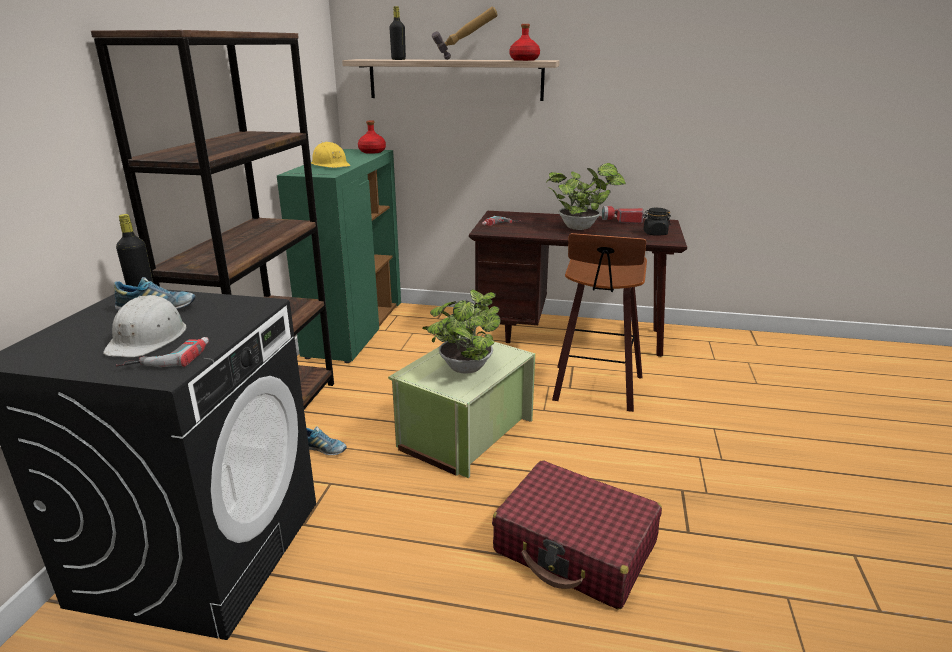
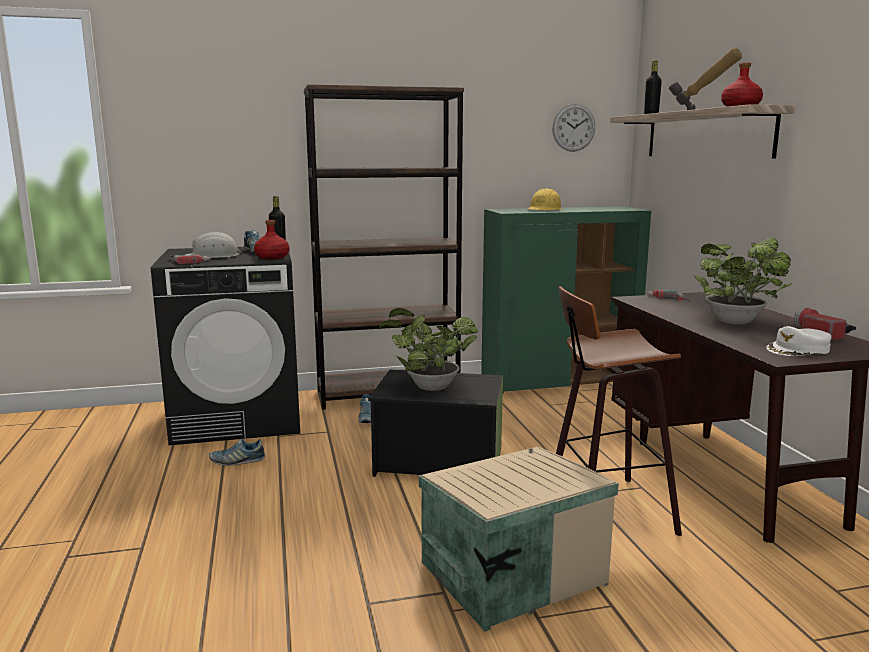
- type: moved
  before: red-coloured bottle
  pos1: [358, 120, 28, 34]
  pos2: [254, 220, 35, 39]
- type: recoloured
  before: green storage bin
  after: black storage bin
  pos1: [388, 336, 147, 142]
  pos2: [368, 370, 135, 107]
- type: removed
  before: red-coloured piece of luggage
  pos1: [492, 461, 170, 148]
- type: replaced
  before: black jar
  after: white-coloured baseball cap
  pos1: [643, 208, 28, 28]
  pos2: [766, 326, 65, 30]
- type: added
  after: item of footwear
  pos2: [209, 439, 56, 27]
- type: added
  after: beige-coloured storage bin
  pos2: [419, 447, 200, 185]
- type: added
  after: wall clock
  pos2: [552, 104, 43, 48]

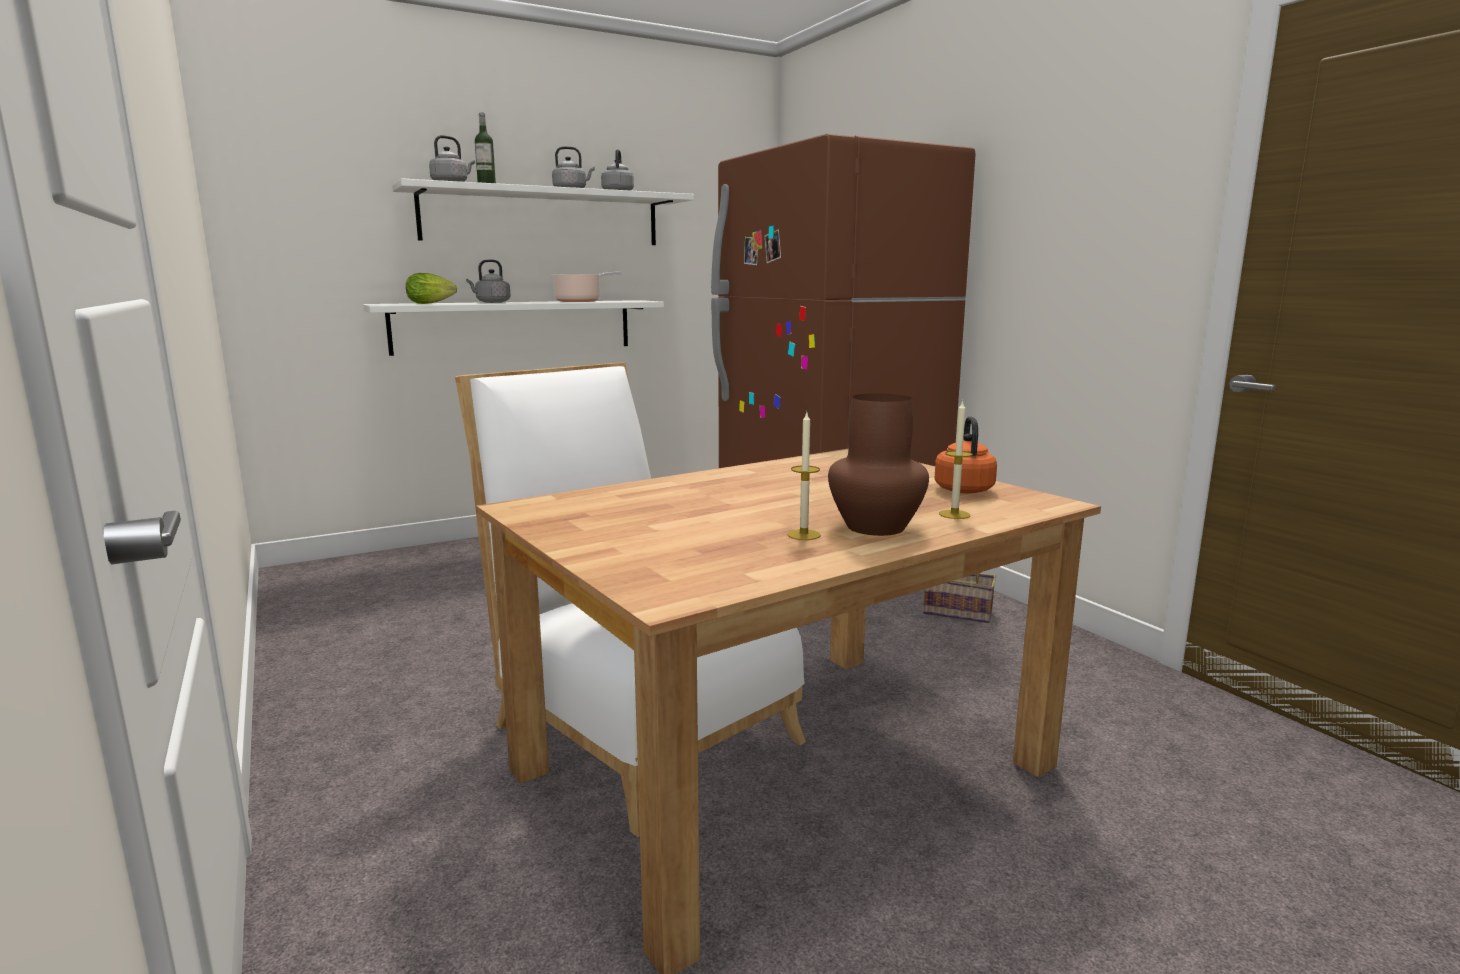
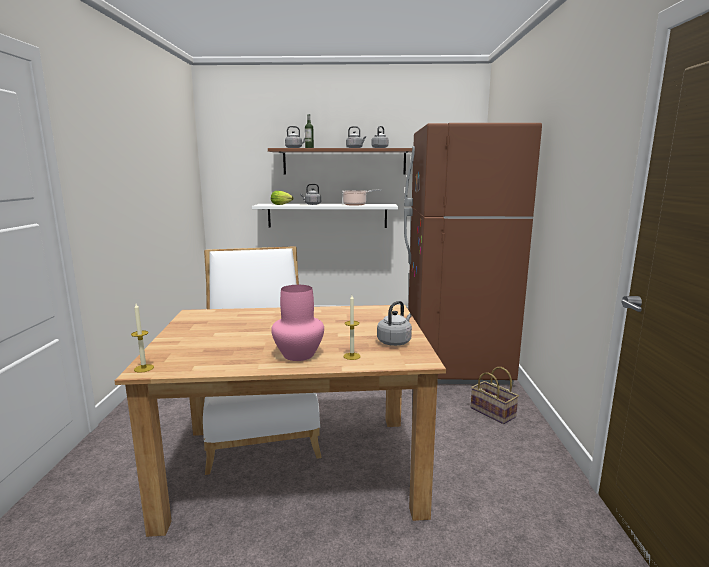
- type: recoloured
  before: white-coloured bracket shelf
  after: brownish bracket shelf
  pos1: [392, 178, 302, 67]
  pos2: [268, 148, 144, 27]
- type: moved
  before: wax light
  pos1: [787, 413, 34, 127]
  pos2: [131, 304, 23, 69]
- type: recoloured
  before: brownish vase
  after: pink vase
  pos1: [828, 393, 101, 143]
  pos2: [271, 285, 53, 76]
- type: recoloured
  before: orangey water kettle
  after: grey water kettle
  pos1: [934, 416, 63, 78]
  pos2: [377, 301, 35, 45]

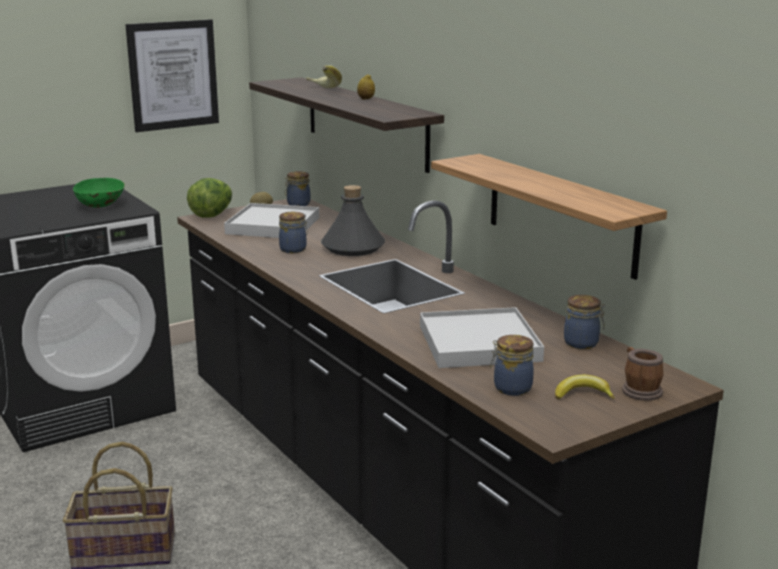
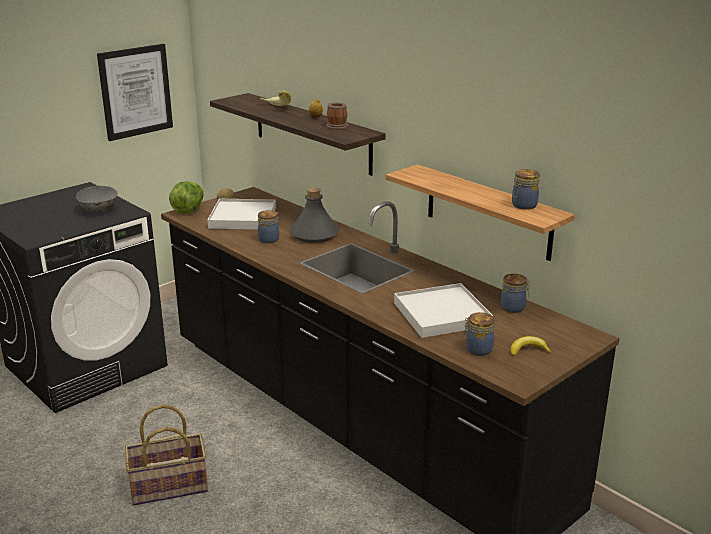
- type: recoloured
  before: green serving bowl
  after: grey serving bowl
  pos1: [73, 178, 52, 30]
  pos2: [76, 186, 42, 27]
- type: moved
  before: jar
  pos1: [285, 171, 26, 35]
  pos2: [512, 169, 28, 41]
- type: moved
  before: coffee mug
  pos1: [622, 347, 42, 54]
  pos2: [326, 102, 23, 28]

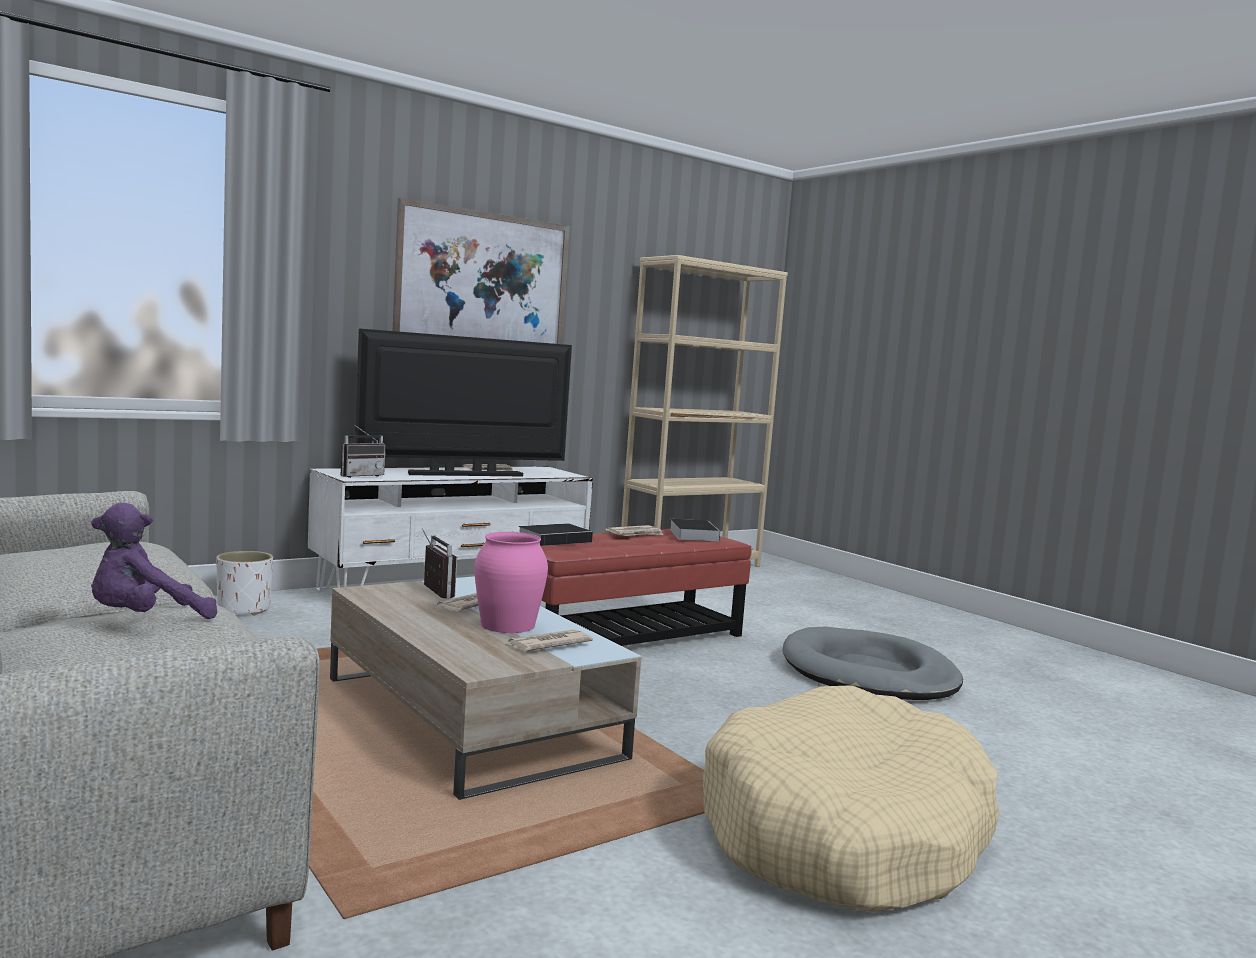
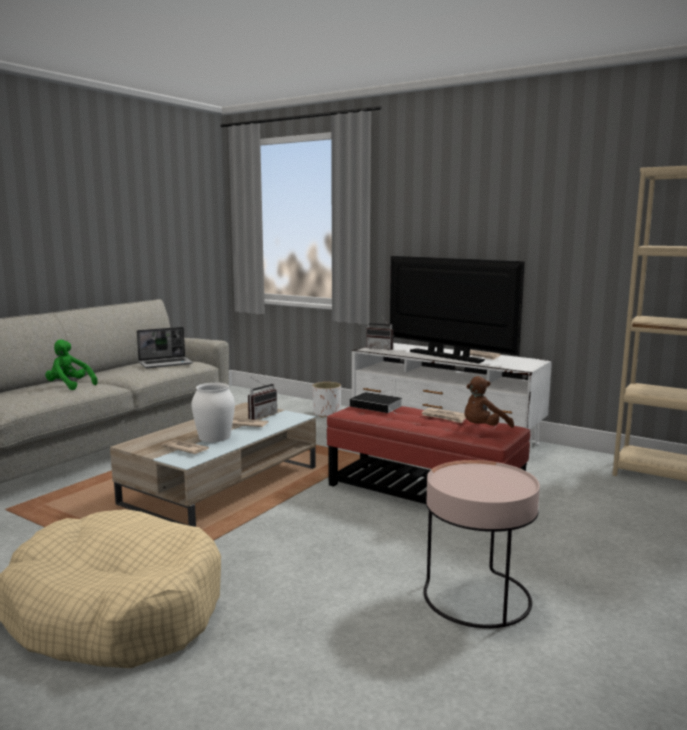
- type: recoloured
  before: purple-coloured soft toy
  after: green soft toy
  pos1: [91, 502, 126, 117]
  pos2: [45, 339, 53, 51]
- type: removed
  before: wall picture
  pos1: [393, 198, 177, 146]
- type: recoloured
  before: pink vase
  after: white-coloured vase
  pos1: [474, 532, 74, 101]
  pos2: [191, 383, 44, 59]
- type: replaced
  before: bound book
  after: brownish soft toy
  pos1: [670, 519, 50, 22]
  pos2: [465, 376, 49, 52]
- type: replaced
  before: grey dog cushion
  after: pink end table
  pos1: [783, 626, 180, 74]
  pos2: [423, 460, 117, 168]
- type: added
  after: notebook computer
  pos2: [137, 327, 56, 41]

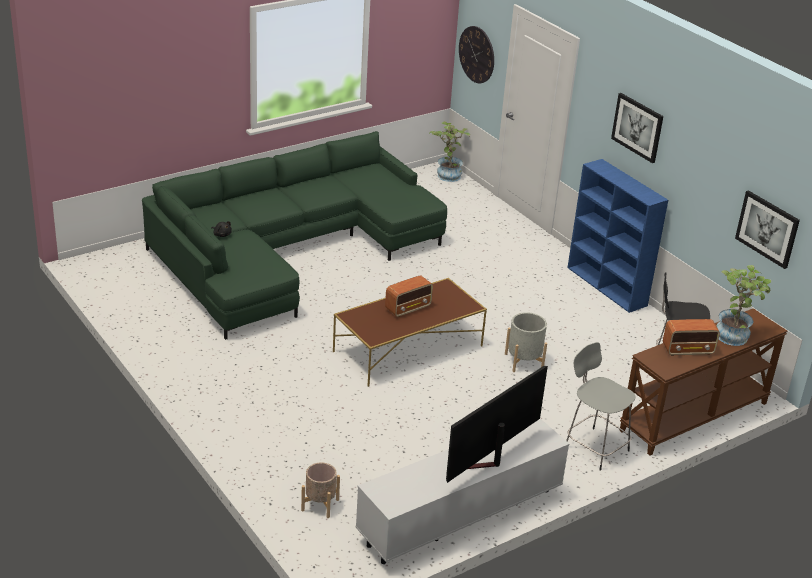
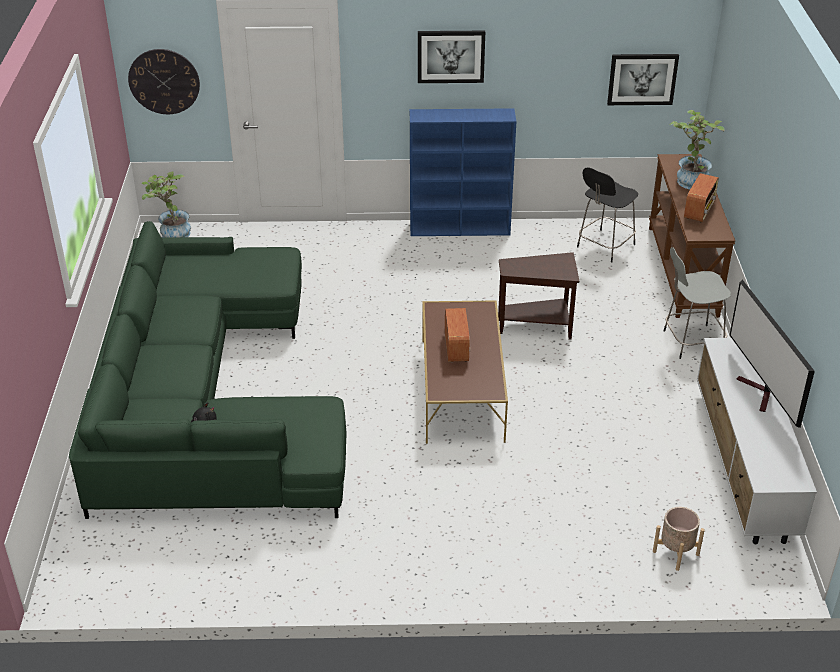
- type: replaced
  before: grey plant pot
  after: brownish end table
  pos1: [505, 312, 42, 60]
  pos2: [498, 252, 81, 88]

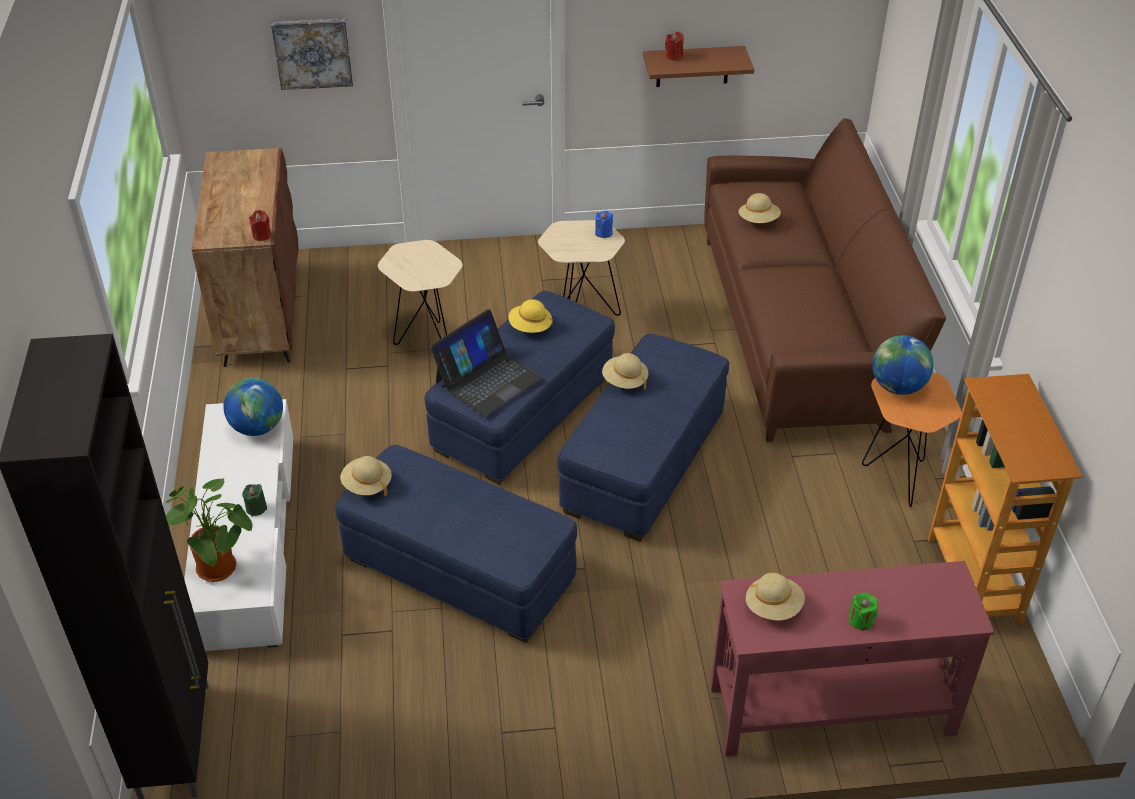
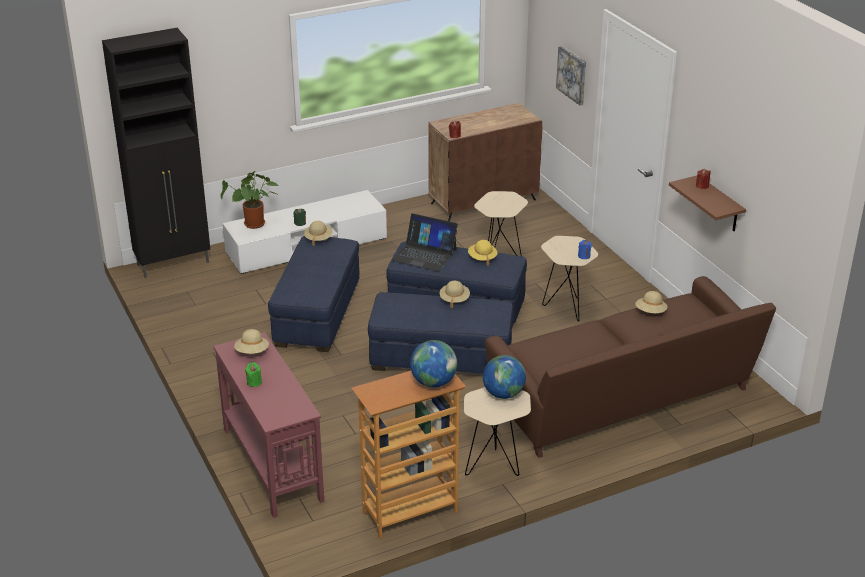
- type: moved
  before: desk globe
  pos1: [223, 378, 60, 58]
  pos2: [410, 340, 47, 47]
- type: recoloured
  before: orangey end table
  after: beige-coloured end table
  pos1: [862, 372, 99, 135]
  pos2: [464, 387, 67, 89]

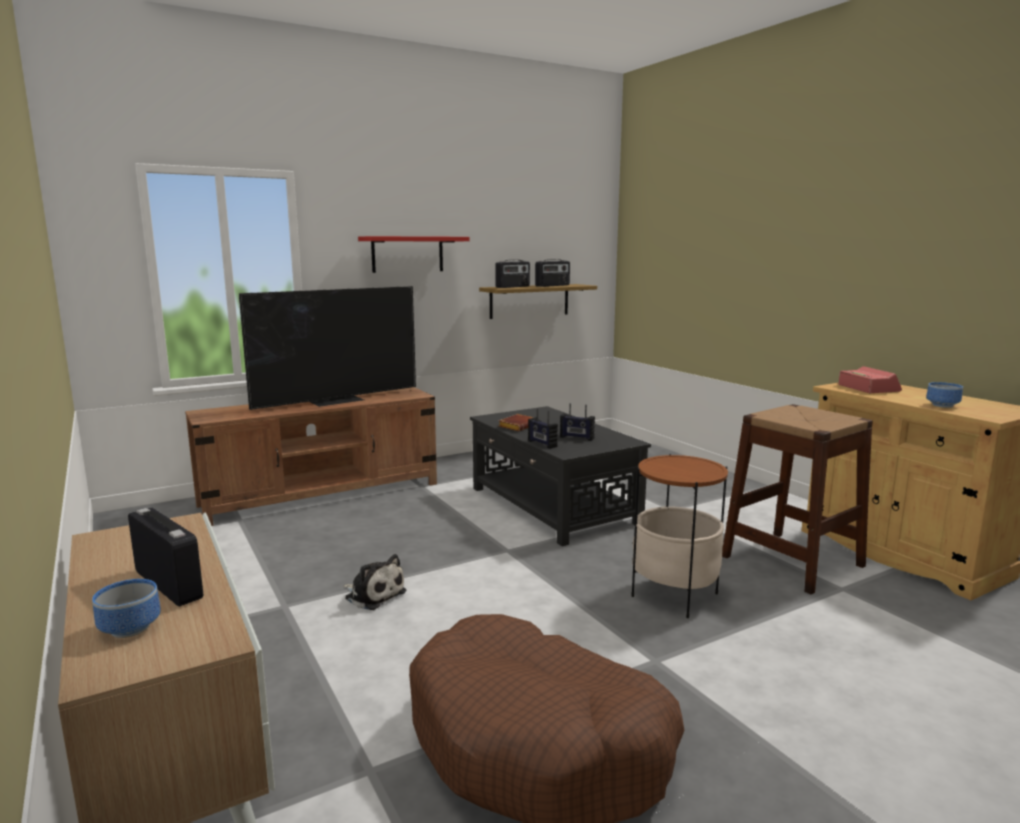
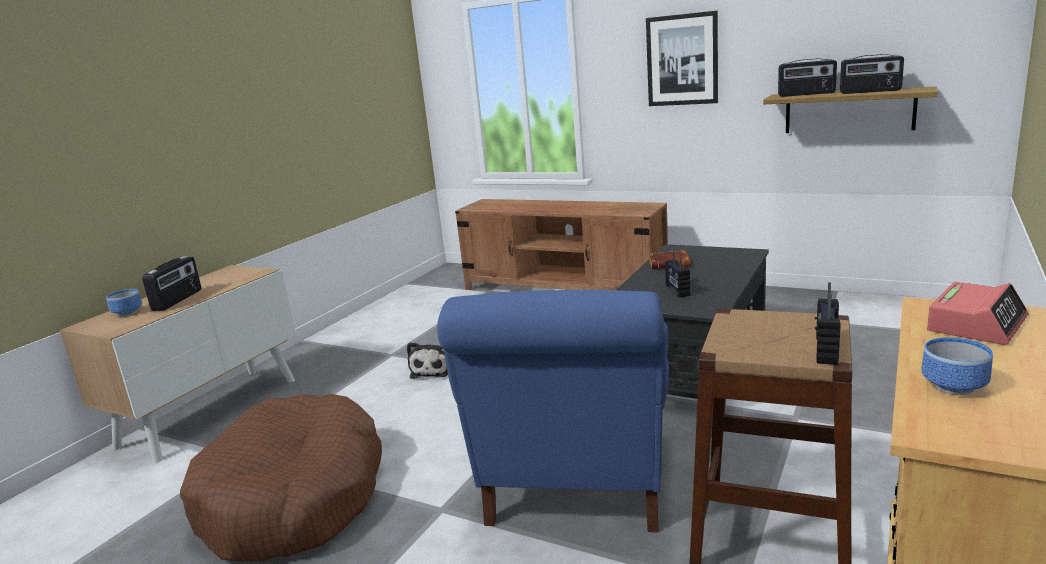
- type: removed
  before: TV set
  pos1: [239, 286, 177, 124]
- type: replaced
  before: red-coloured bracket shelf
  after: wall picture
  pos1: [358, 236, 112, 37]
  pos2: [646, 11, 72, 95]
- type: moved
  before: radio receiver
  pos1: [528, 408, 30, 41]
  pos2: [815, 282, 26, 83]
- type: replaced
  before: end table
  after: bluish easy chair
  pos1: [631, 454, 97, 164]
  pos2: [437, 290, 232, 242]

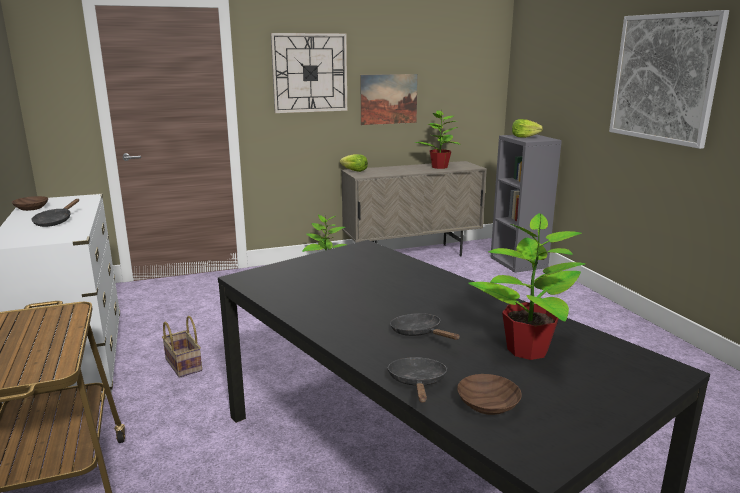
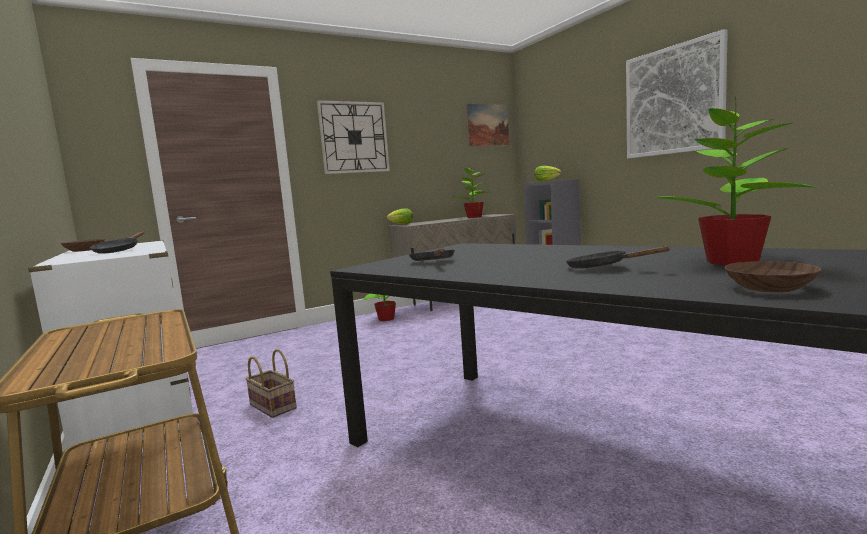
- type: moved
  before: wall picture
  pos1: [361, 74, 57, 51]
  pos2: [467, 104, 42, 42]
- type: moved
  before: black skillet
  pos1: [387, 357, 61, 46]
  pos2: [409, 249, 46, 12]

